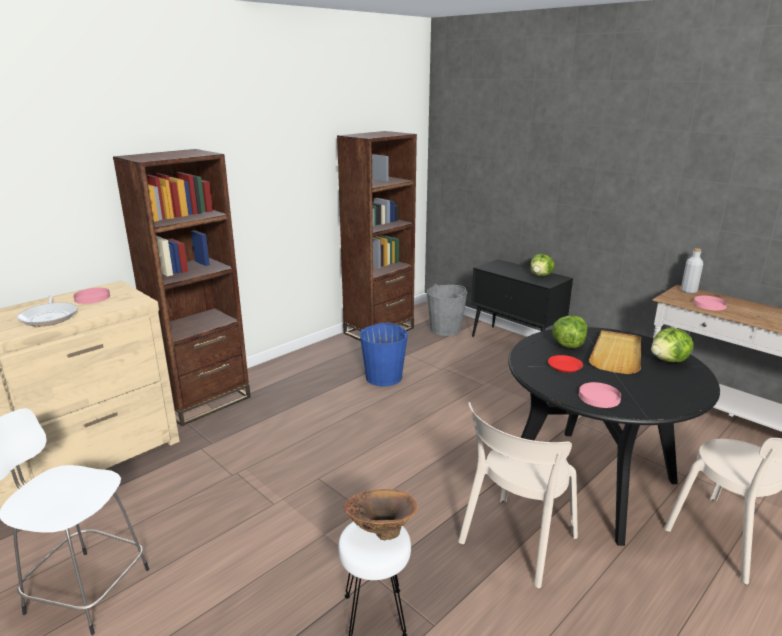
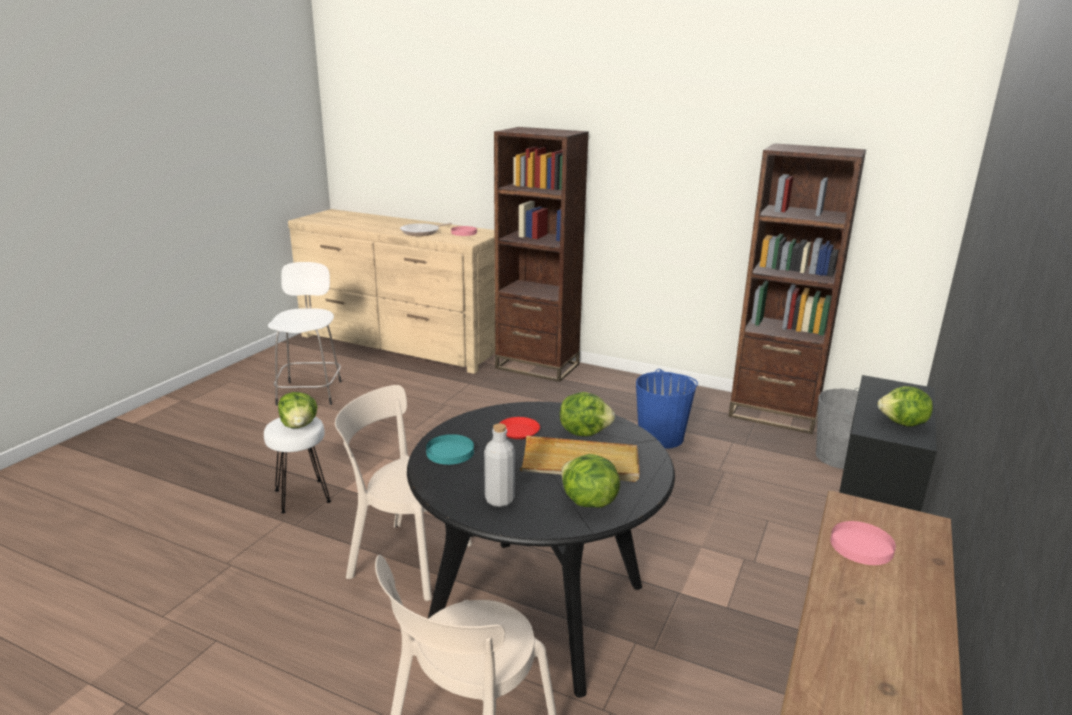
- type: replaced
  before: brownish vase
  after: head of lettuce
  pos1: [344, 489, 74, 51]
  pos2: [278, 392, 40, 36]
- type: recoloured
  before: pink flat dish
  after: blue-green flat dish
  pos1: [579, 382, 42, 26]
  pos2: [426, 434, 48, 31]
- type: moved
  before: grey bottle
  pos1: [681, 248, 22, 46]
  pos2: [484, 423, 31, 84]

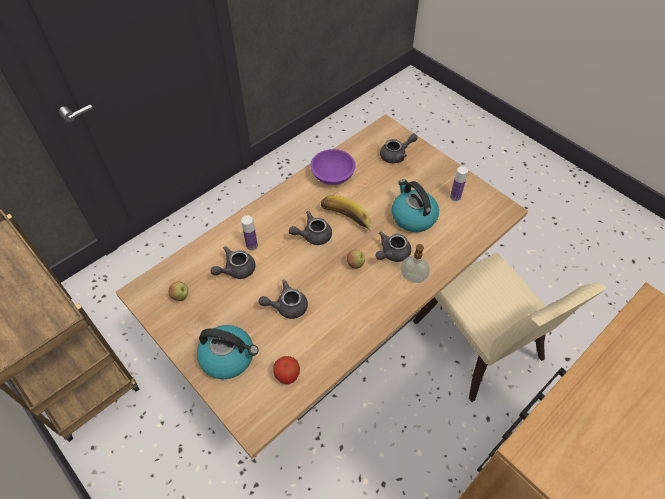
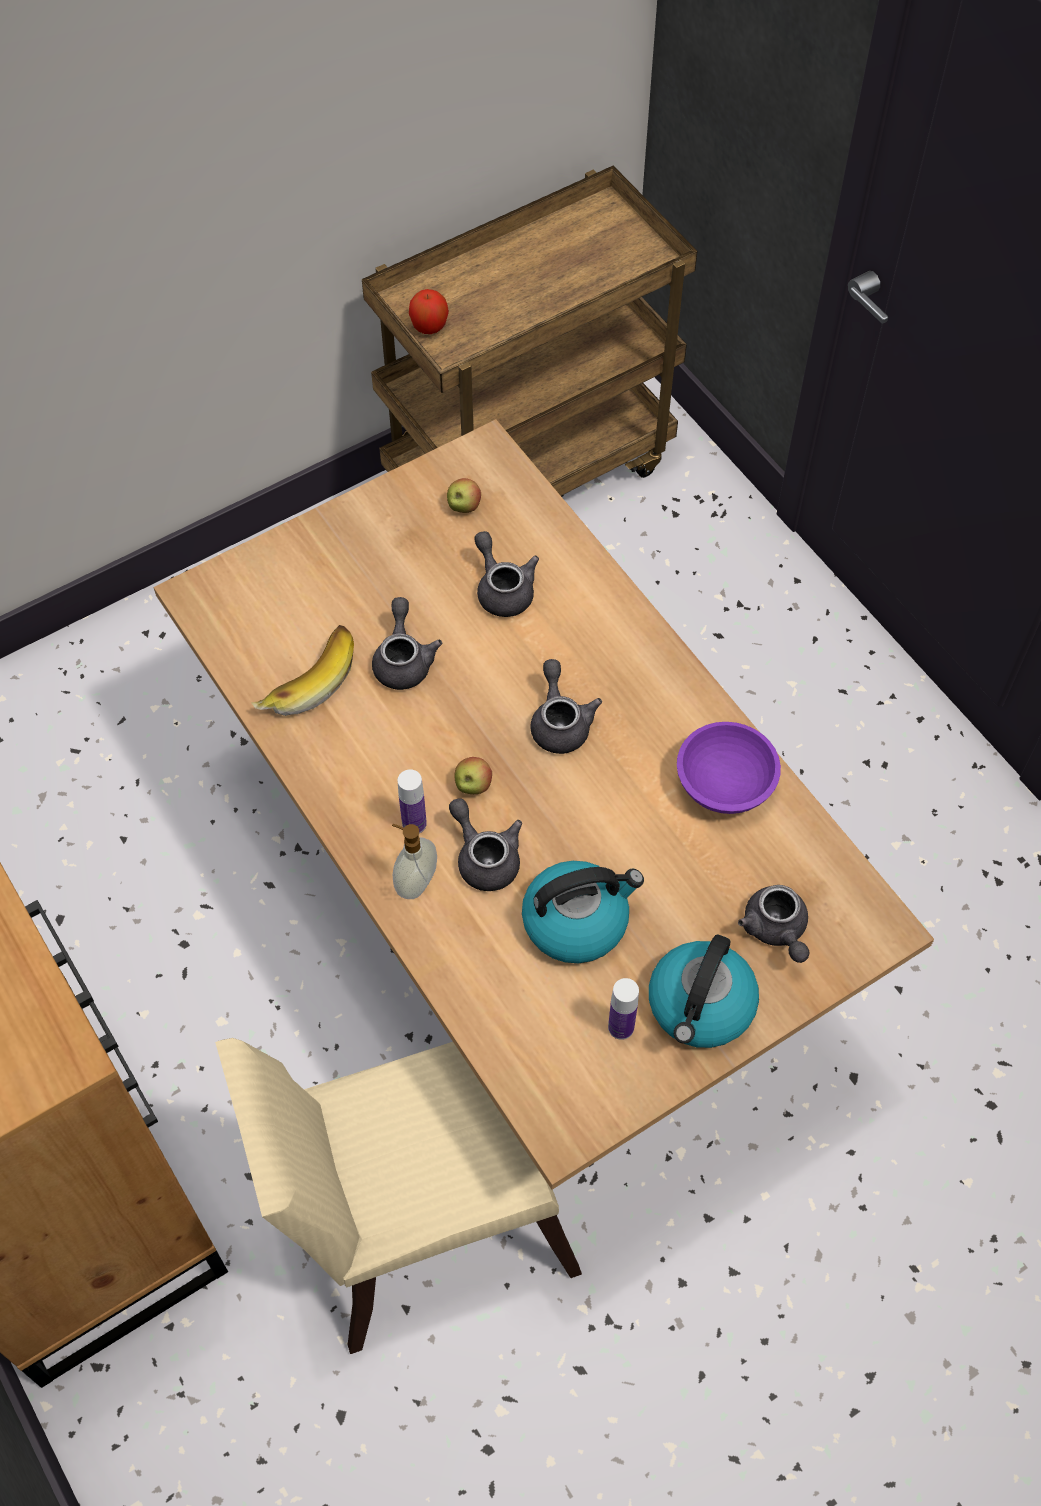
- type: moved
  before: water kettle
  pos1: [197, 325, 62, 54]
  pos2: [649, 935, 110, 113]
- type: moved
  before: bottle
  pos1: [241, 216, 17, 35]
  pos2: [398, 769, 29, 64]
- type: moved
  before: apple
  pos1: [273, 356, 27, 28]
  pos2: [409, 289, 40, 45]
- type: moved
  before: banana
  pos1: [321, 196, 51, 34]
  pos2: [251, 625, 103, 91]

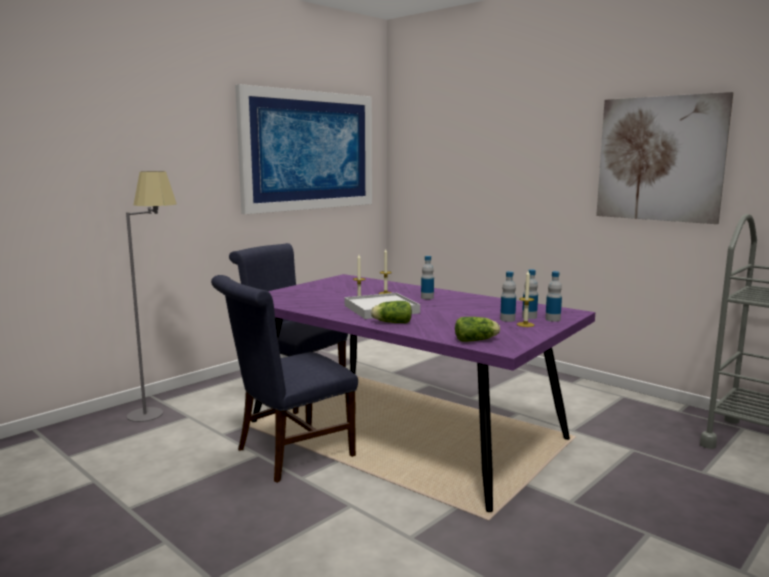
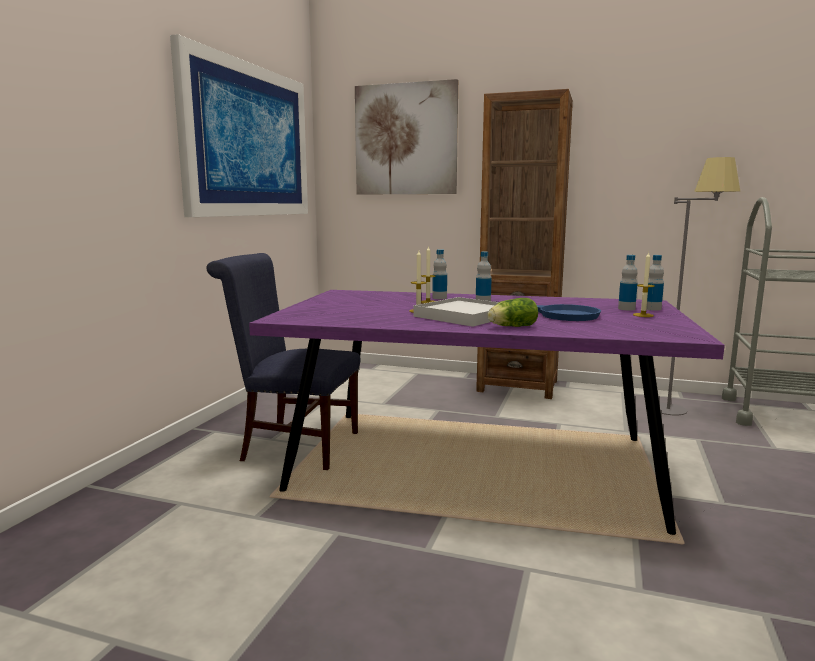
- type: moved
  before: grey standard lamp
  pos1: [126, 171, 51, 251]
  pos2: [659, 157, 81, 258]
- type: removed
  before: bluish plain chair
  pos1: [211, 275, 147, 208]
- type: removed
  before: head of lettuce
  pos1: [455, 317, 45, 25]
- type: moved
  before: bottle
  pos1: [500, 271, 16, 51]
  pos2: [432, 250, 15, 49]
- type: moved
  before: wall picture
  pos1: [596, 92, 137, 132]
  pos2: [355, 79, 103, 116]
- type: added
  after: brownish bookcase
  pos2: [476, 89, 97, 310]
- type: added
  after: bluish skillet
  pos2: [493, 301, 108, 20]

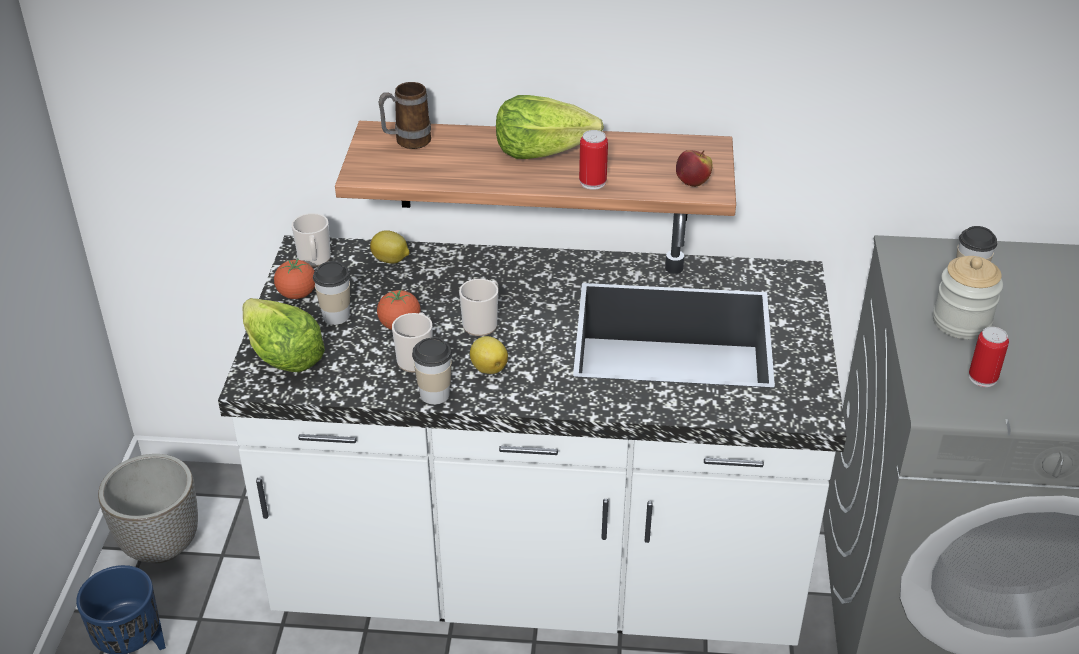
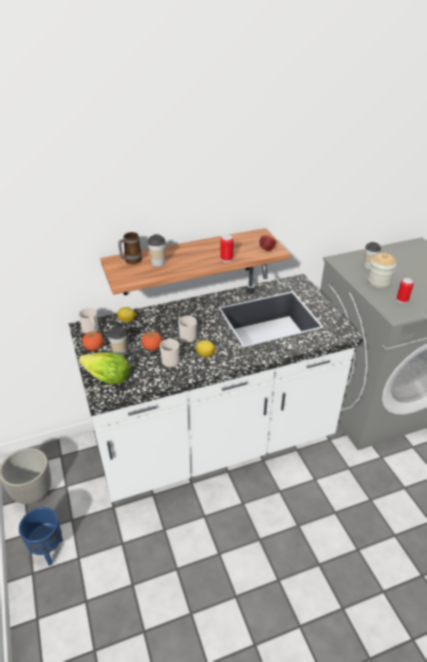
- type: moved
  before: cup
  pos1: [412, 337, 40, 68]
  pos2: [147, 234, 19, 33]
- type: removed
  before: head of lettuce
  pos1: [496, 95, 108, 64]

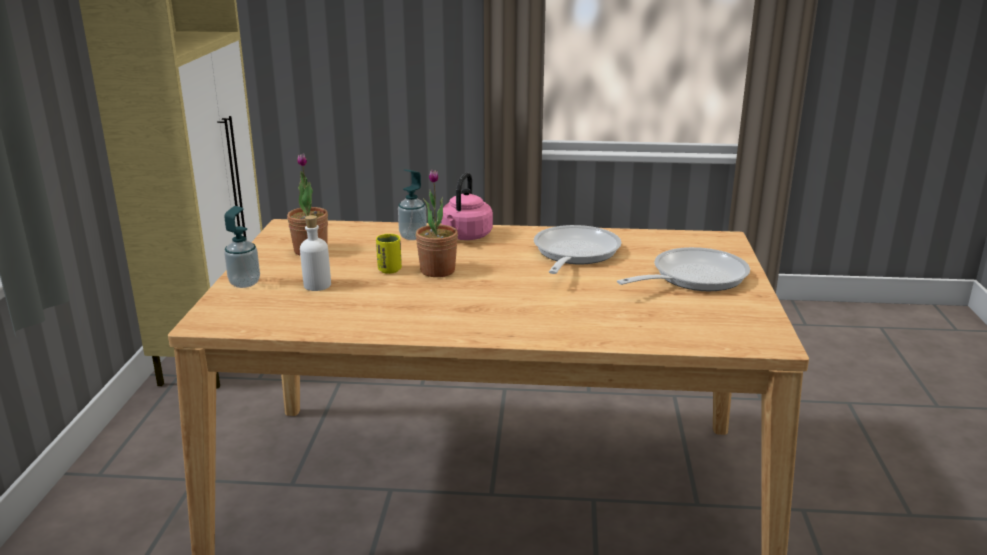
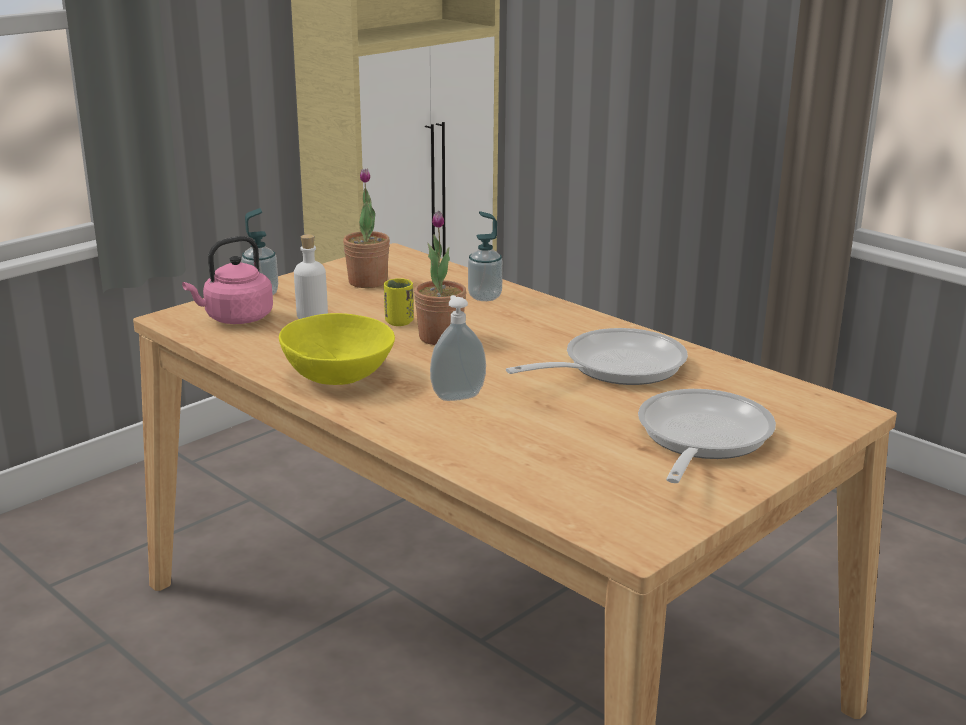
- type: moved
  before: pink water kettle
  pos1: [441, 173, 52, 67]
  pos2: [182, 236, 91, 88]
- type: turned
  before: skillet
  pos1: [617, 247, 133, 44]
  pos2: [638, 389, 138, 94]
  turn: -75
- type: added
  after: yellow serving bowl
  pos2: [279, 313, 116, 72]
- type: added
  after: soap bottle
  pos2: [430, 295, 56, 106]

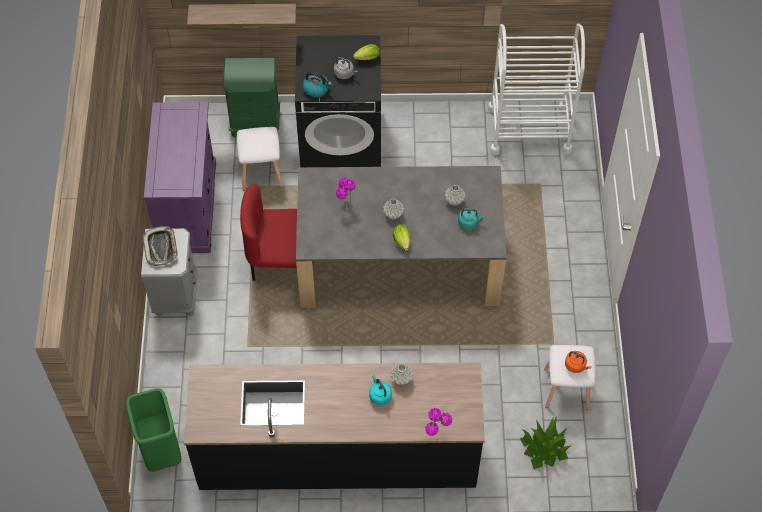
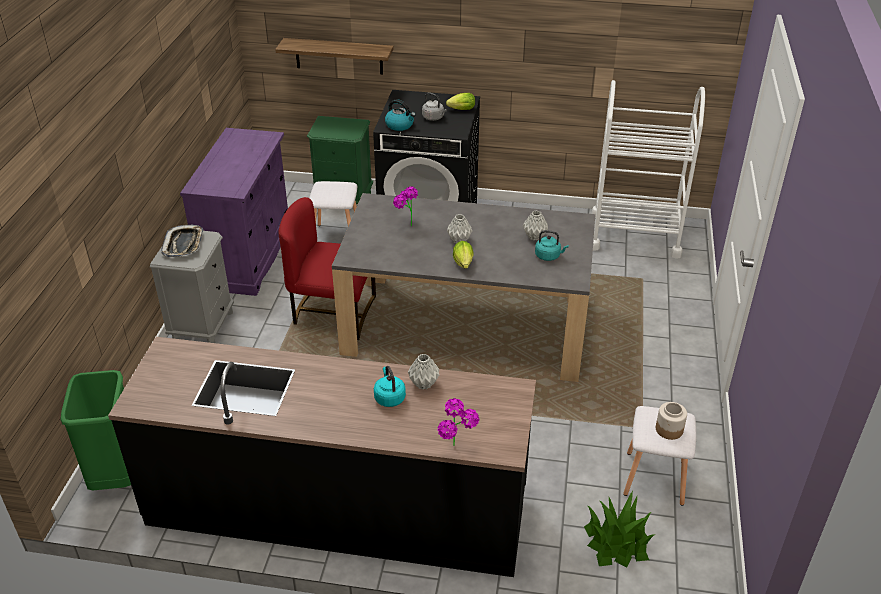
- type: replaced
  before: orangey water kettle
  after: jar
  pos1: [565, 351, 26, 22]
  pos2: [656, 402, 31, 38]

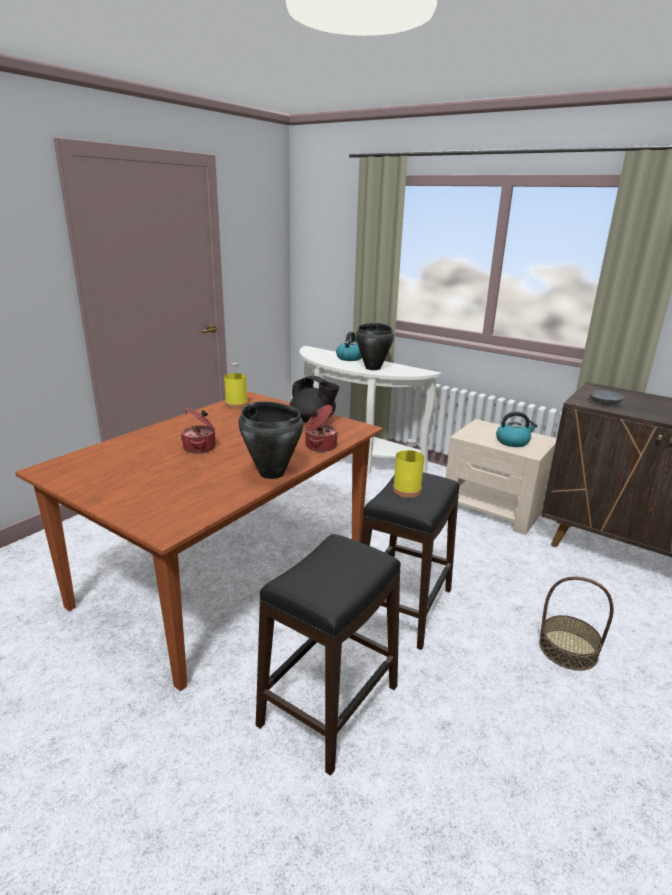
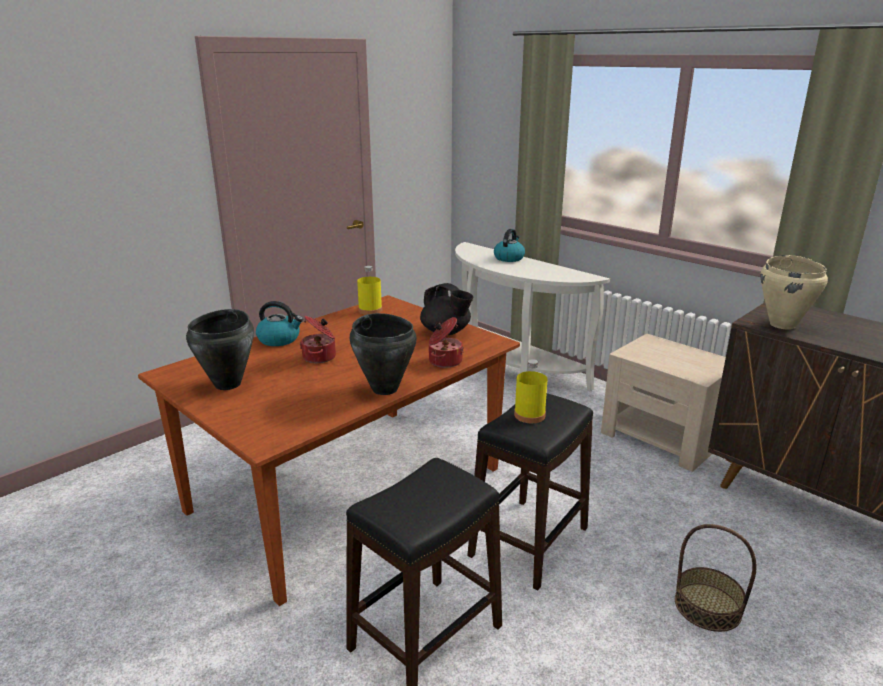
- type: moved
  before: black stockpot
  pos1: [356, 323, 38, 47]
  pos2: [186, 309, 68, 81]
- type: moved
  before: water kettle
  pos1: [496, 412, 41, 35]
  pos2: [256, 301, 47, 45]
- type: replaced
  before: grey serving bowl
  after: beige-coloured stockpot
  pos1: [589, 390, 35, 16]
  pos2: [760, 255, 68, 75]

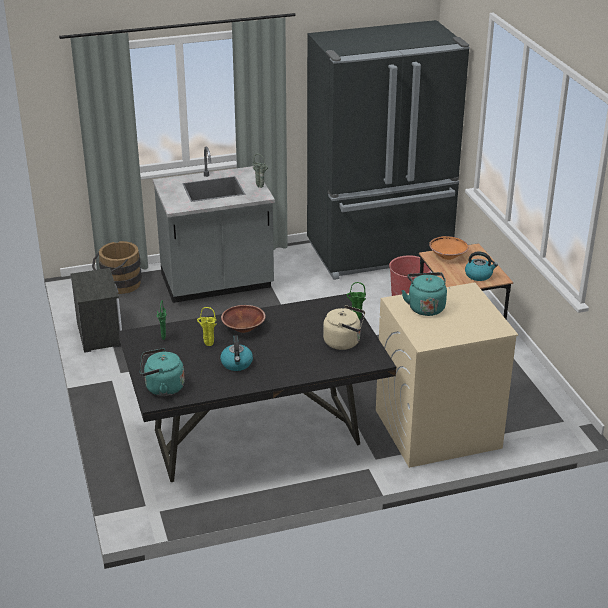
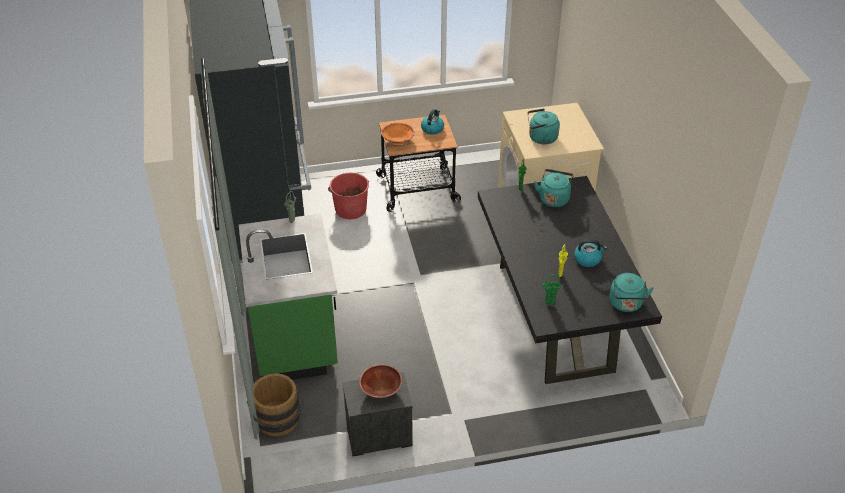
- type: recoloured
  before: grey counter
  after: green counter
  pos1: [153, 147, 122, 156]
  pos2: [239, 214, 99, 166]
- type: moved
  before: brownish serving bowl
  pos1: [221, 305, 45, 28]
  pos2: [359, 364, 43, 34]
- type: recoloured
  before: beige-coloured water kettle
  after: blue-green water kettle
  pos1: [323, 305, 42, 45]
  pos2: [534, 169, 40, 38]

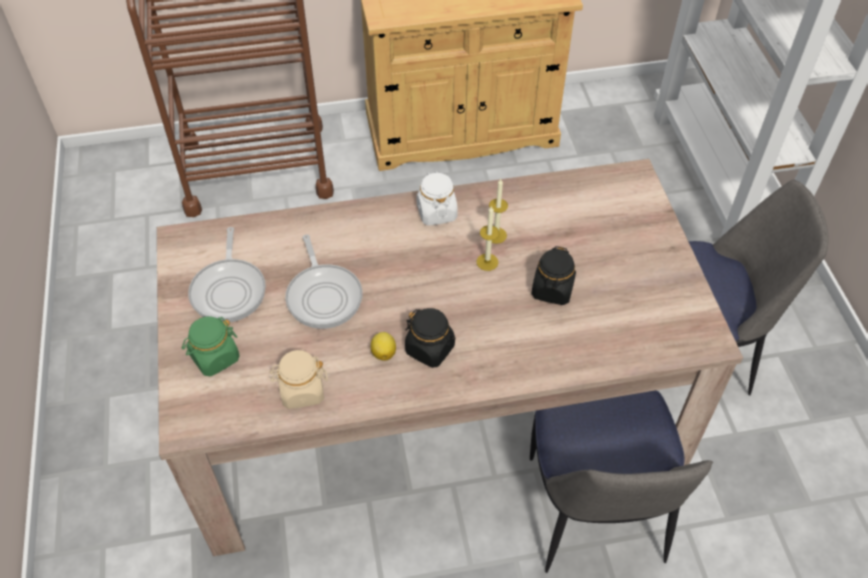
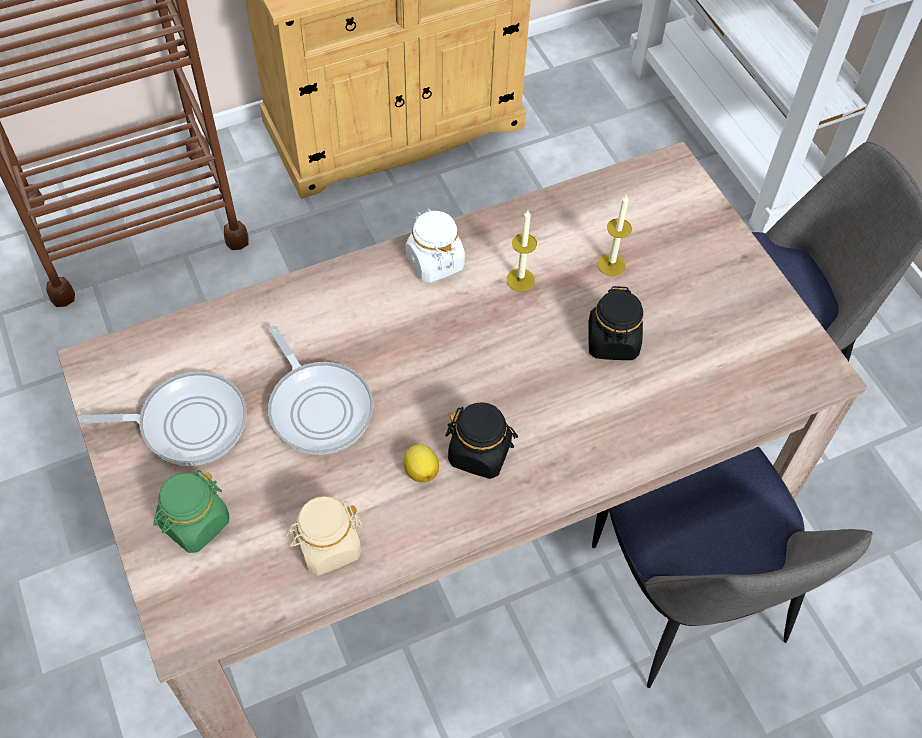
- type: turned
  before: skillet
  pos1: [188, 227, 78, 95]
  pos2: [80, 372, 166, 94]
  turn: -75
- type: moved
  before: wax light
  pos1: [477, 206, 22, 65]
  pos2: [598, 194, 34, 82]

